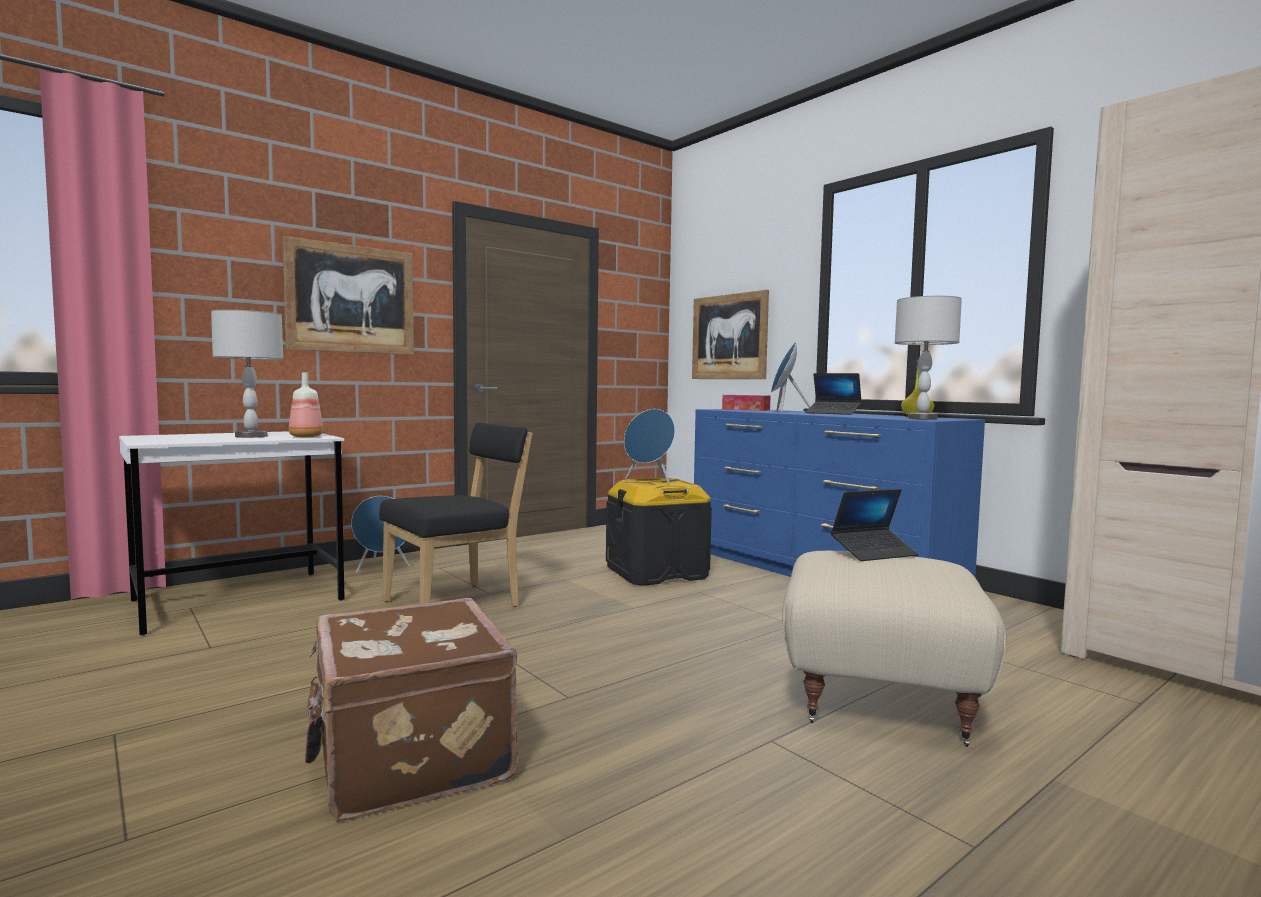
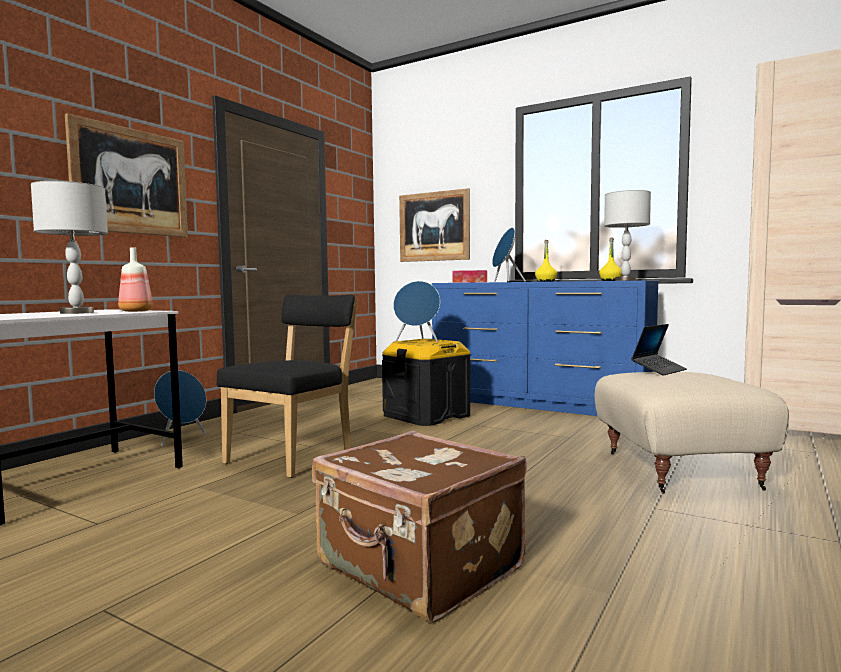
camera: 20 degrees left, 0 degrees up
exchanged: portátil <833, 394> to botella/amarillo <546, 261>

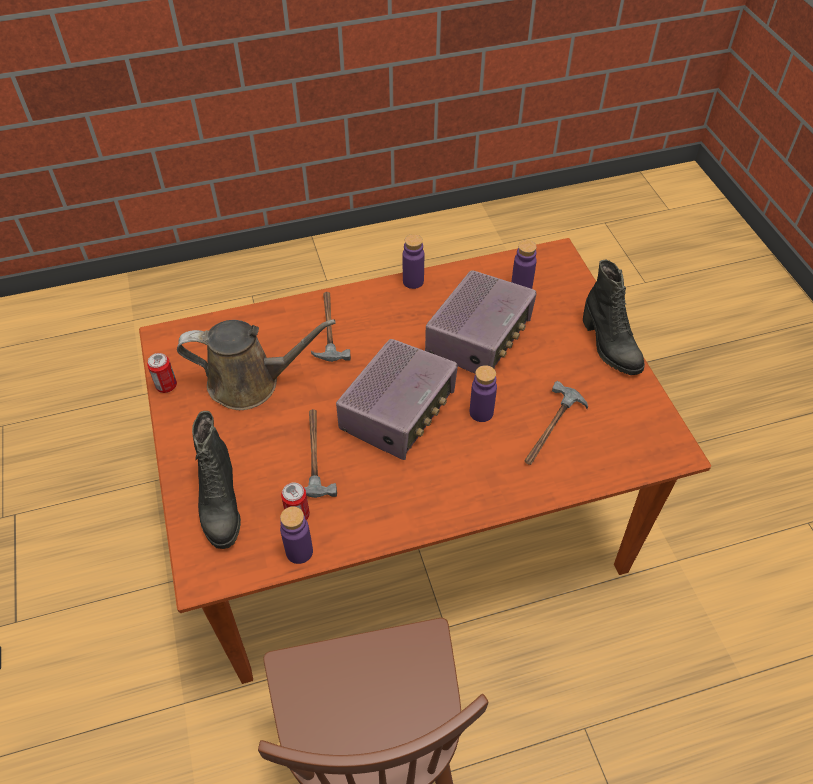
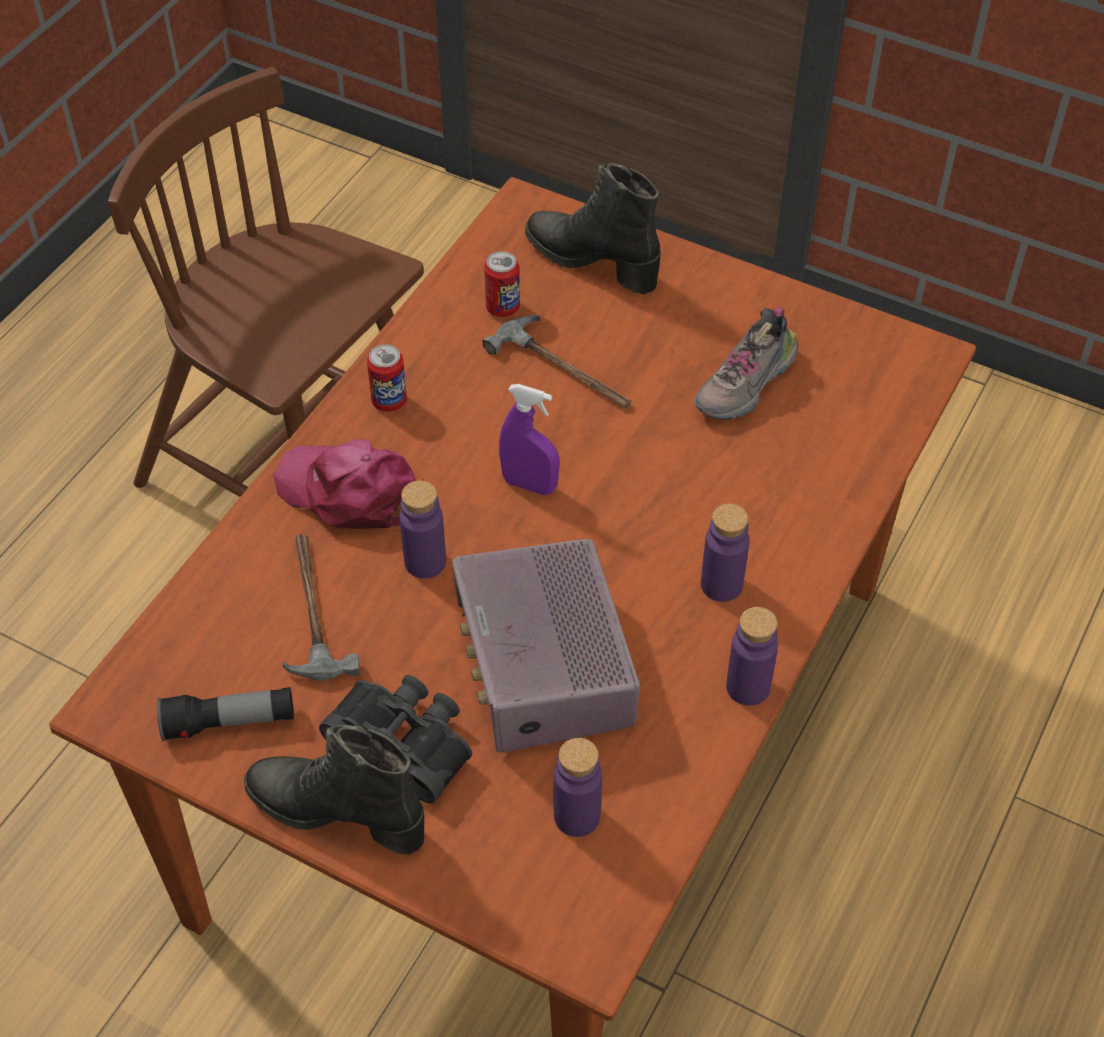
camera: 135 degrees right, 0 degrees up
missing: martillo <331, 327>
appeared: linterna <225, 714>; gorra/rosa <348, 484>; prismáticos/negro <395, 739>
relocated: lata <162, 373> to <387, 378>; botella/morado <296, 535> to <725, 553>
exchanged: regadera/marrón <256, 364> to zapato <746, 363>; radio <397, 399> to pulverizador/morado <529, 439>

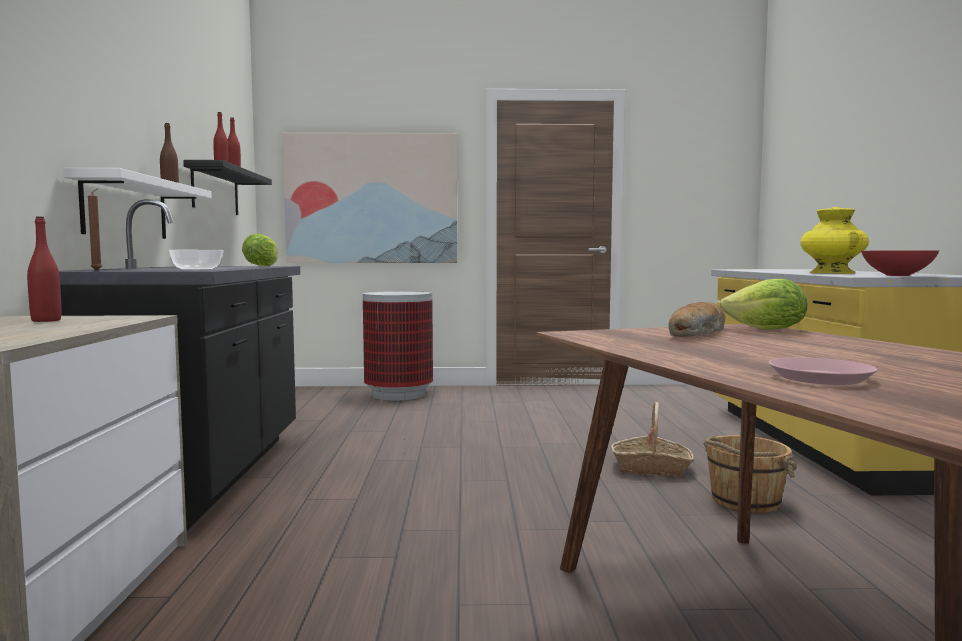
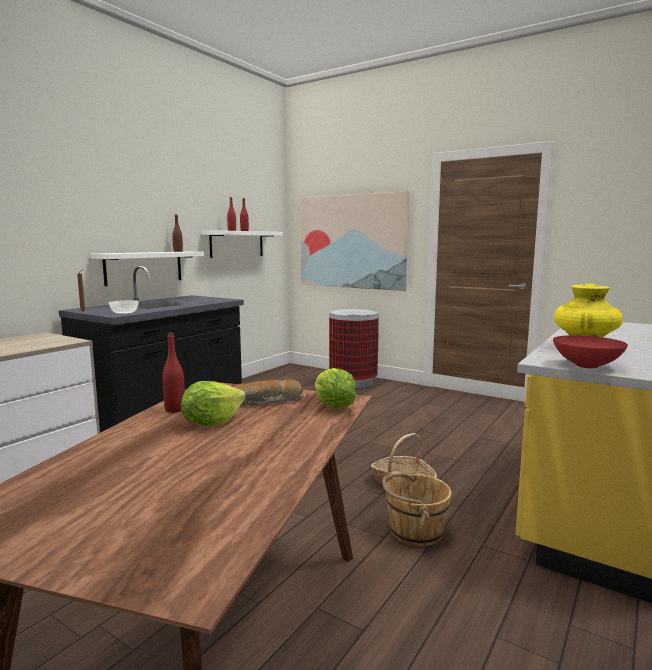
camera: 35 degrees right, 5 degrees up
missing: plato/rosa <823, 371>
relocated: botella/rojo <44, 269> to <173, 373>; lechuga <260, 250> to <213, 403>
colour: estante/negro <227, 187> to estante/blanco <242, 244>

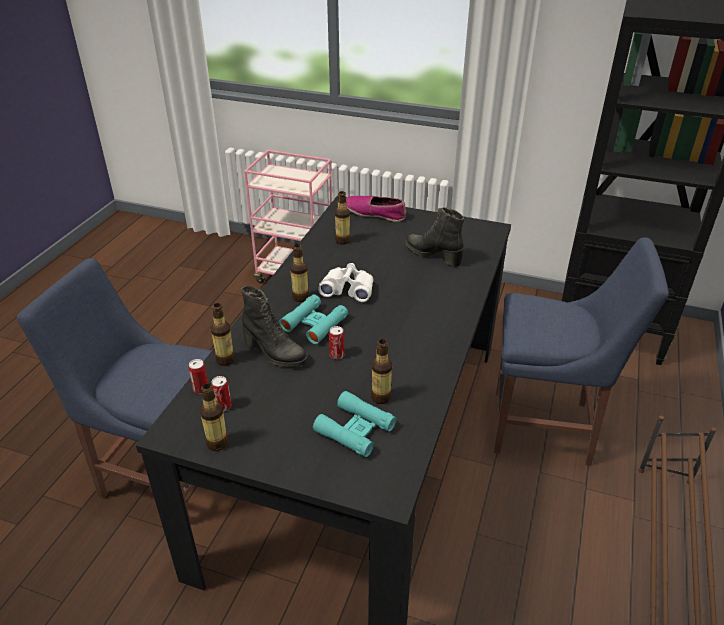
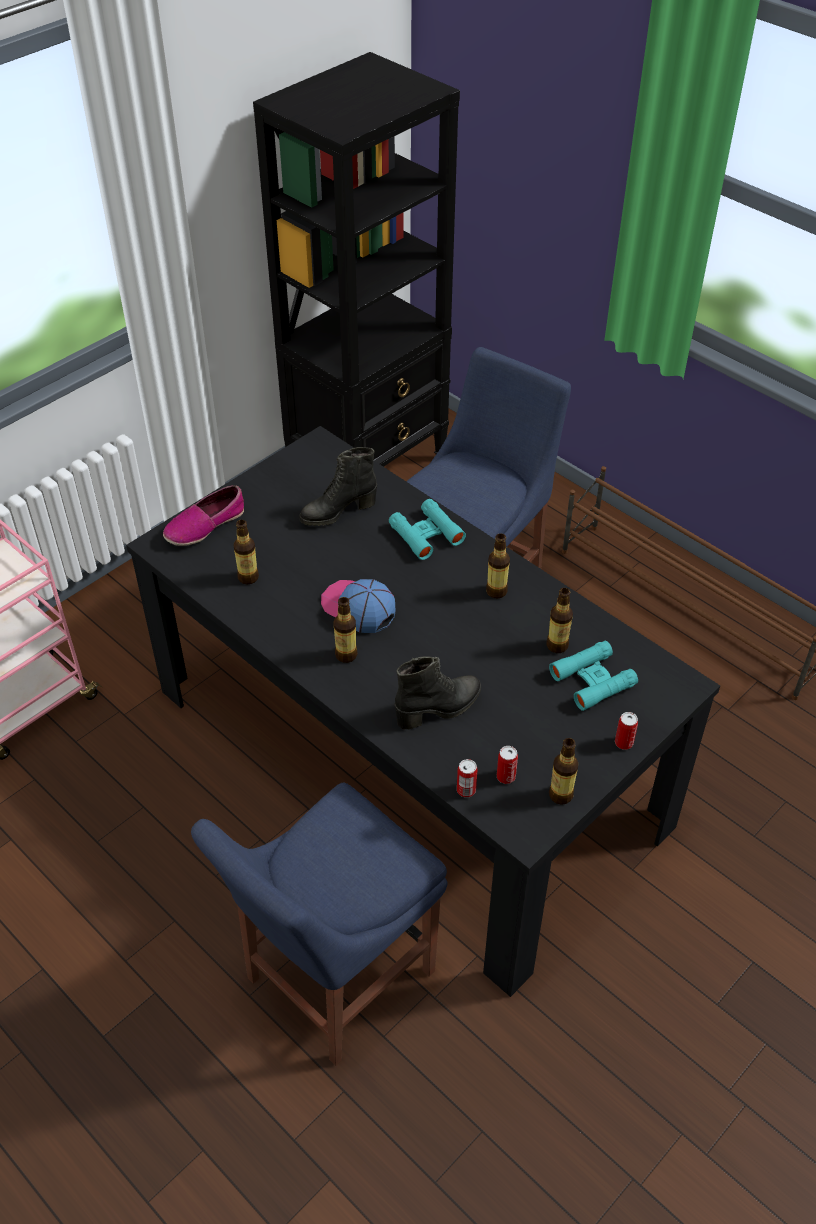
camera: 65 degrees left, 10 degrees up
relocated: botella <223, 334> to <498, 566>; prismáticos/turquesa <313, 319> to <427, 529>; lata <337, 342> to <626, 731>
exchanged: prismáticos/blanco <346, 282> to gorra <358, 606>

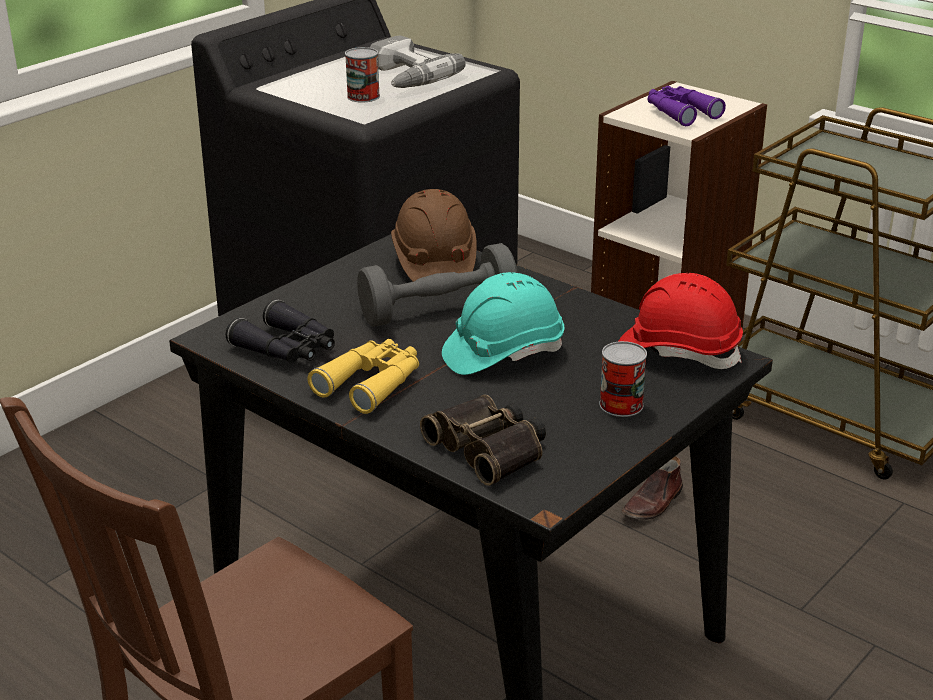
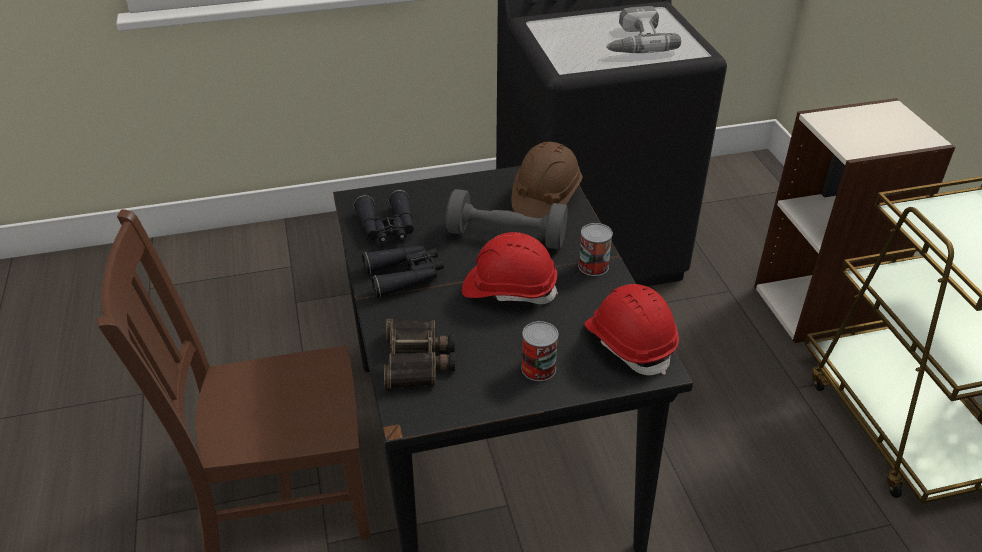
camera: 35 degrees right, 10 degrees up
missing: zapato/marrón <652, 488>; prismáticos/morado <687, 106>
relocated: lata <362, 74> to <595, 249>
colour: prismáticos/amarillo <363, 376> to prismáticos/negro <403, 271>; casco/turquesa <503, 323> to casco/rojo <510, 268>

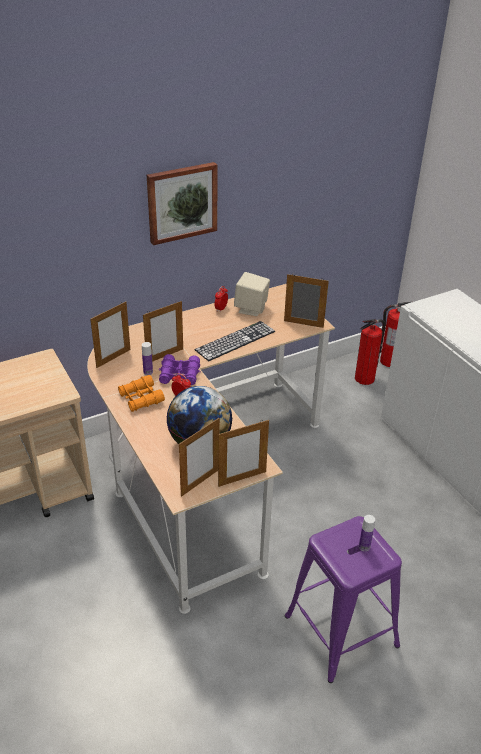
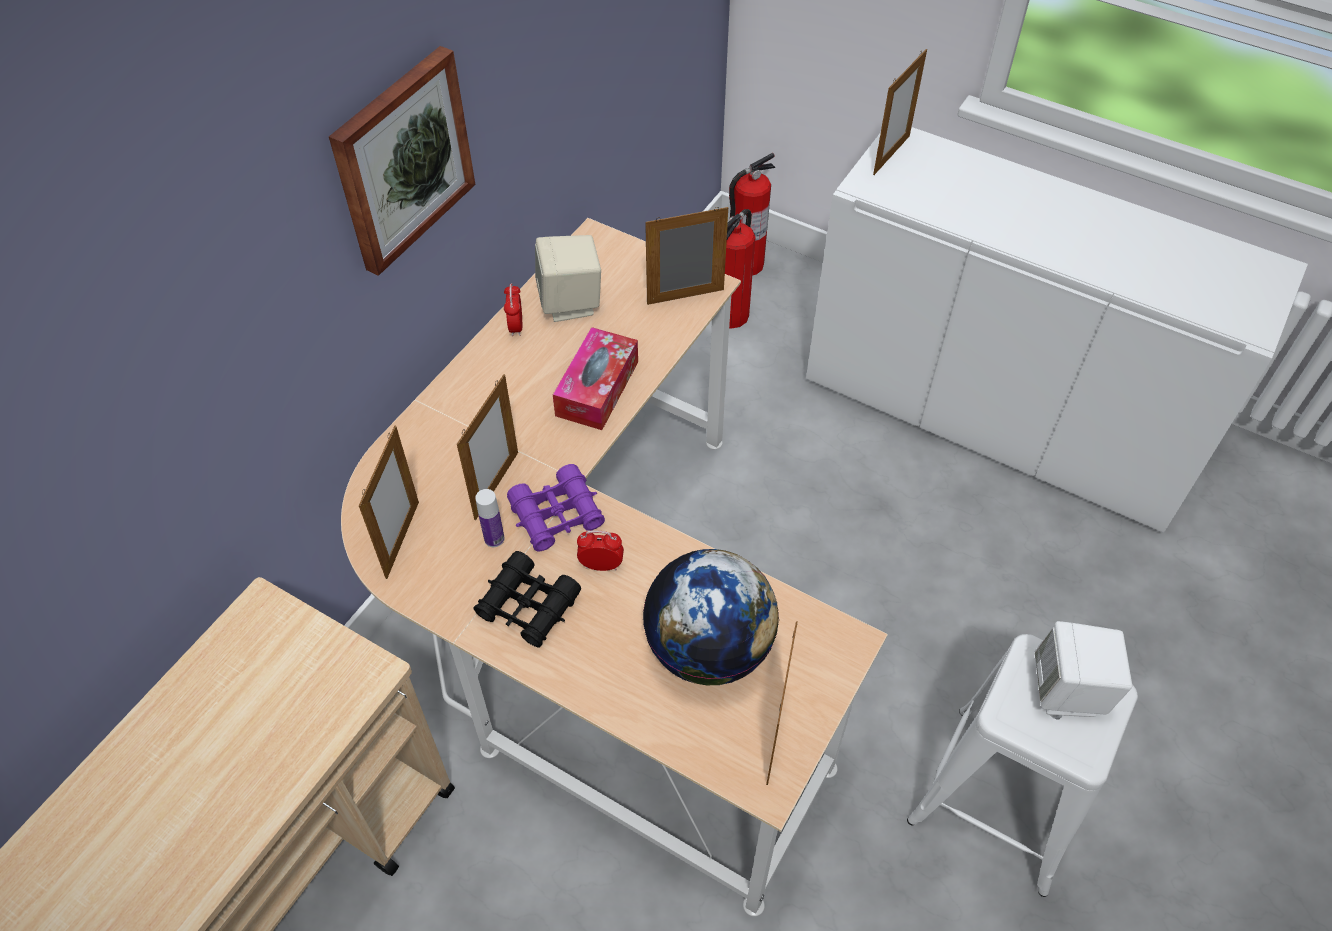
camera: 30 degrees left, 15 degrees up
relocated: portarretratos <243, 453> to <900, 112>
exchanged: teclado <235, 341> to caja de pañuelos <595, 378>; botella <367, 533> to altavoz/blanco <1083, 669>
colour: prismáticos/naranja <141, 393> to prismáticos/negro <527, 599>; taburete/morado <343, 599> to taburete/blanco <1022, 765>

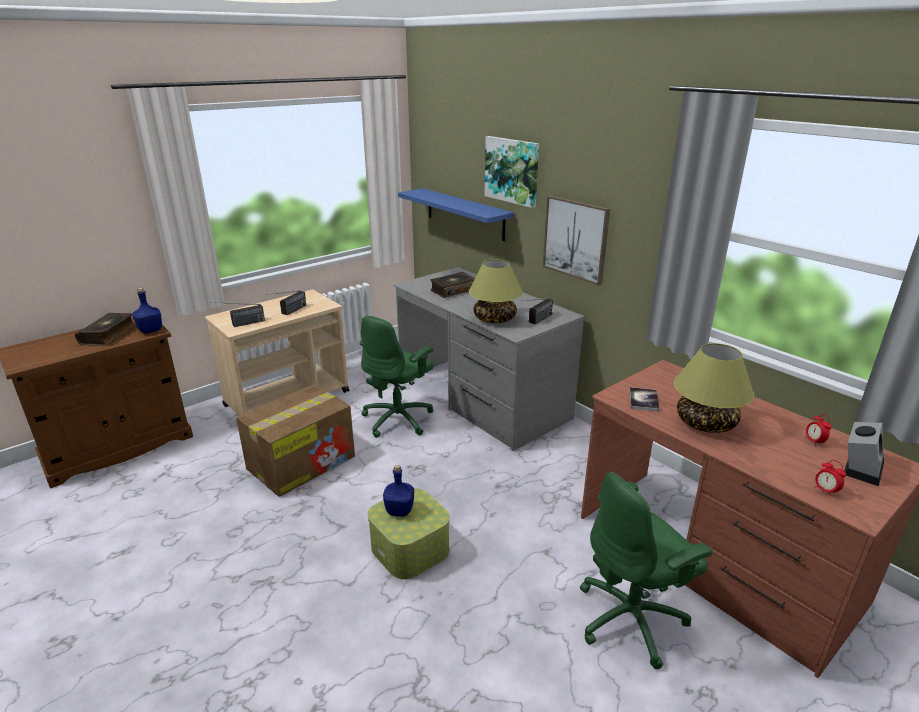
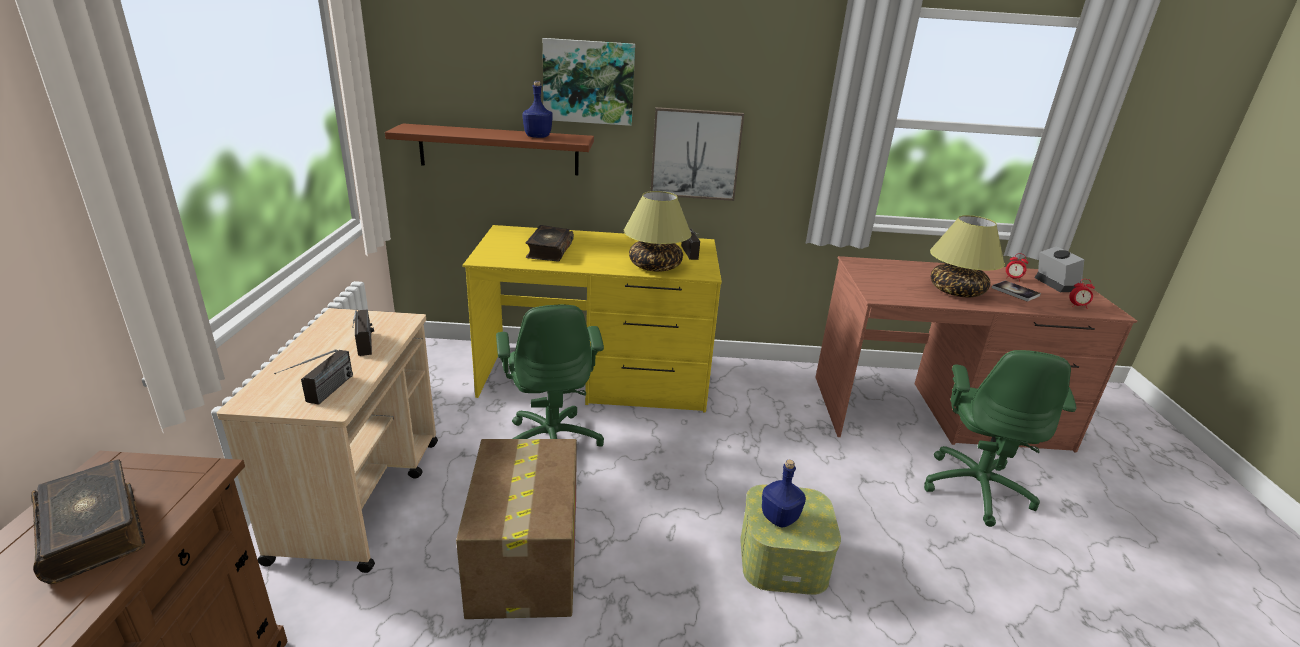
camera: 50 degrees left, 0 degrees up
relocated: botella/azul <147, 310> to <538, 109>; libro <644, 399> to <1016, 291>
colour: escritorio/gris <488, 359> to escritorio/amarillo <592, 319>; estante/azul <456, 214> to estante/marrón <489, 149>

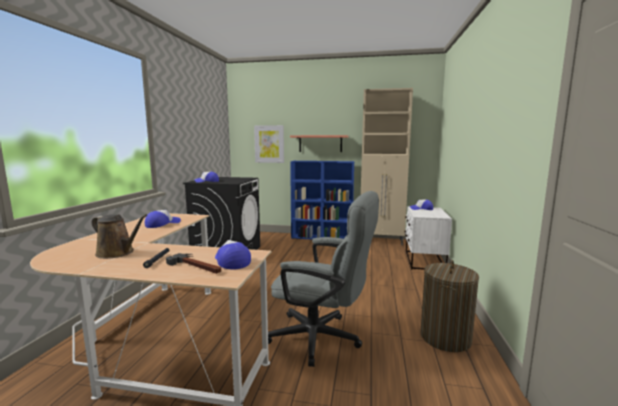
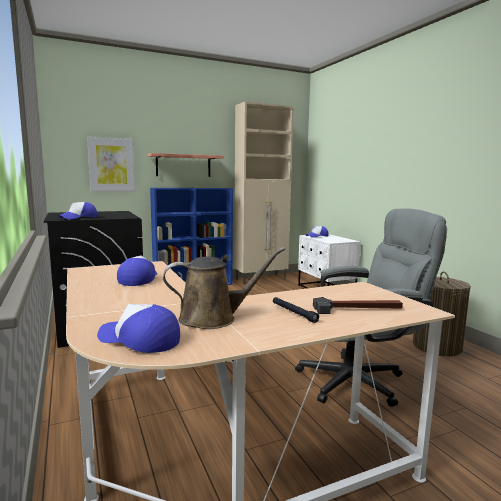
camera: 35 degrees left, 0 degrees up
relocated: gorra <233, 254> to <138, 328>

